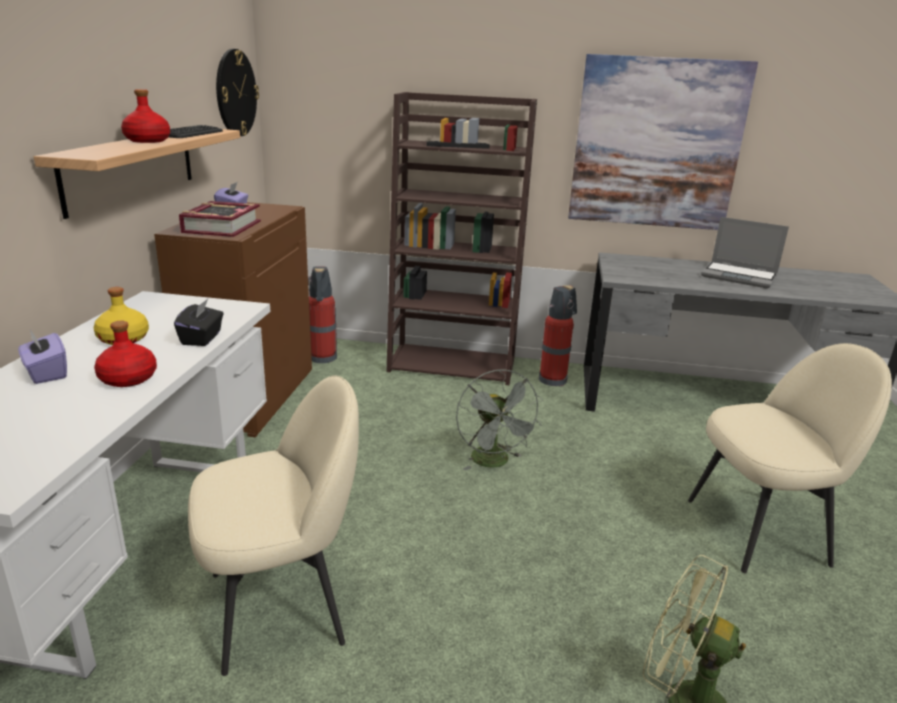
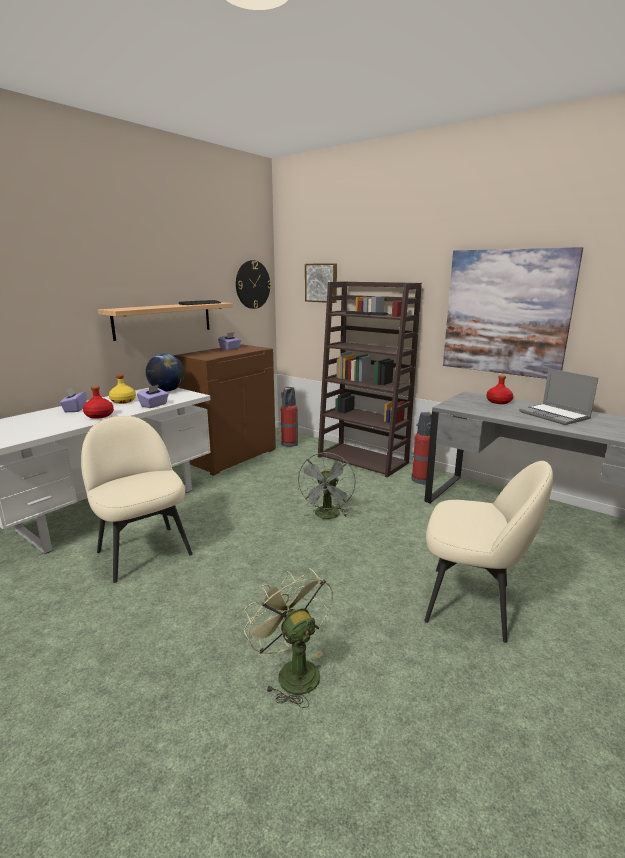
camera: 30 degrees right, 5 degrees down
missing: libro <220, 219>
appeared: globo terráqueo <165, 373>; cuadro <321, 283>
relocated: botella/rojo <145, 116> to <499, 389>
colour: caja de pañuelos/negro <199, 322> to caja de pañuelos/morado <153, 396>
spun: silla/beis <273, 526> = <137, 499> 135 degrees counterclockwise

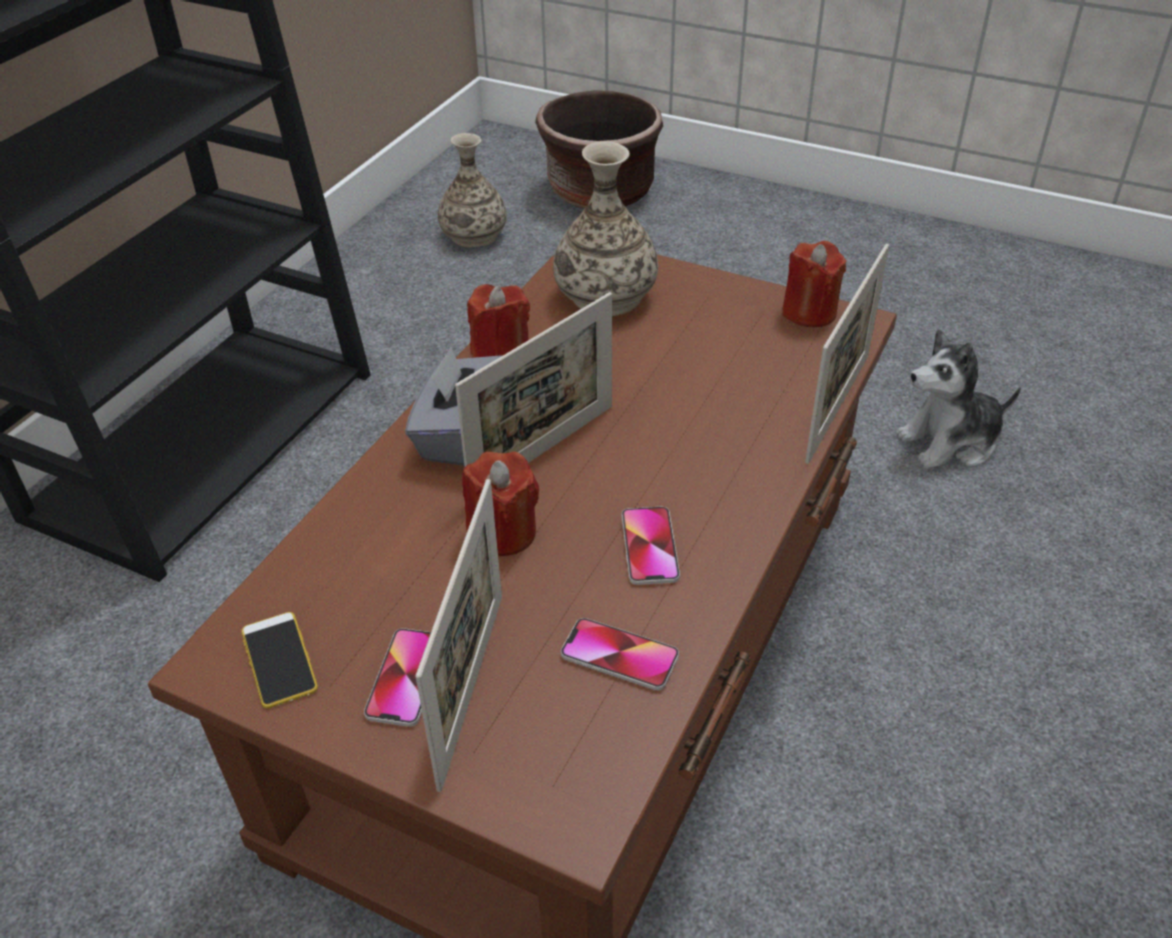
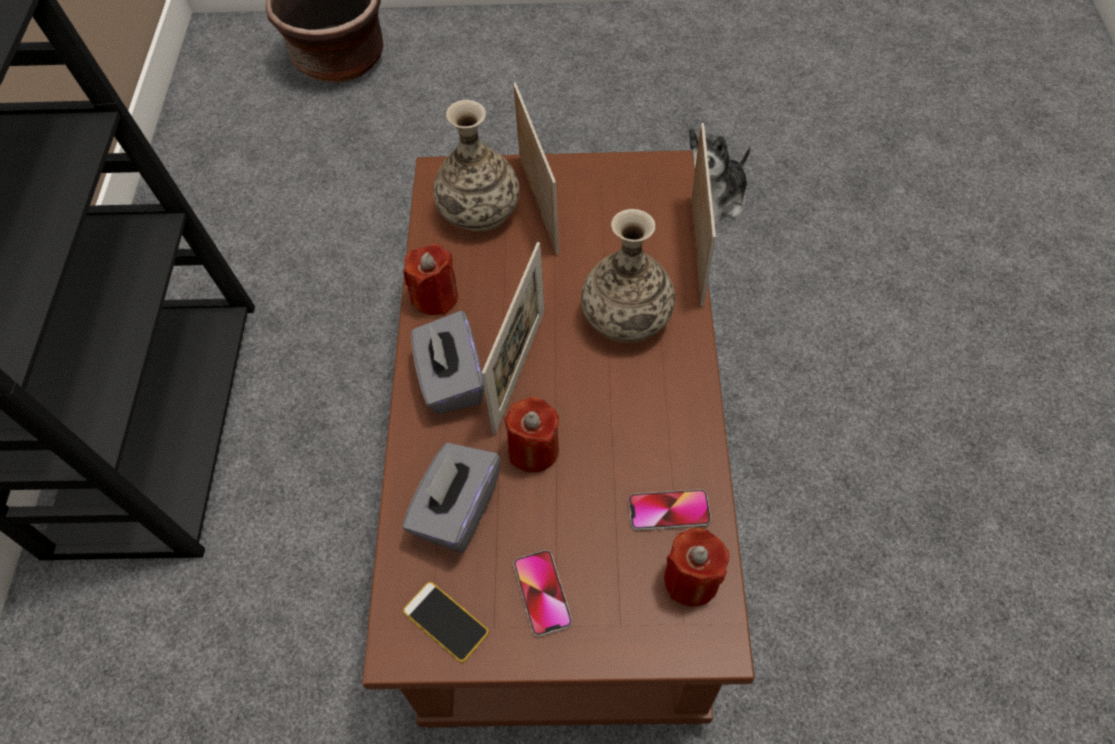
camera: 25 degrees left, 15 degrees up
missing: móvil <651, 546>
appeared: caja de pañuelos/gris <451, 498>
relocated: portarretratos <458, 635> to <536, 168>; florero <472, 190> to <628, 275>; vela/rojo <814, 284> to <697, 567>

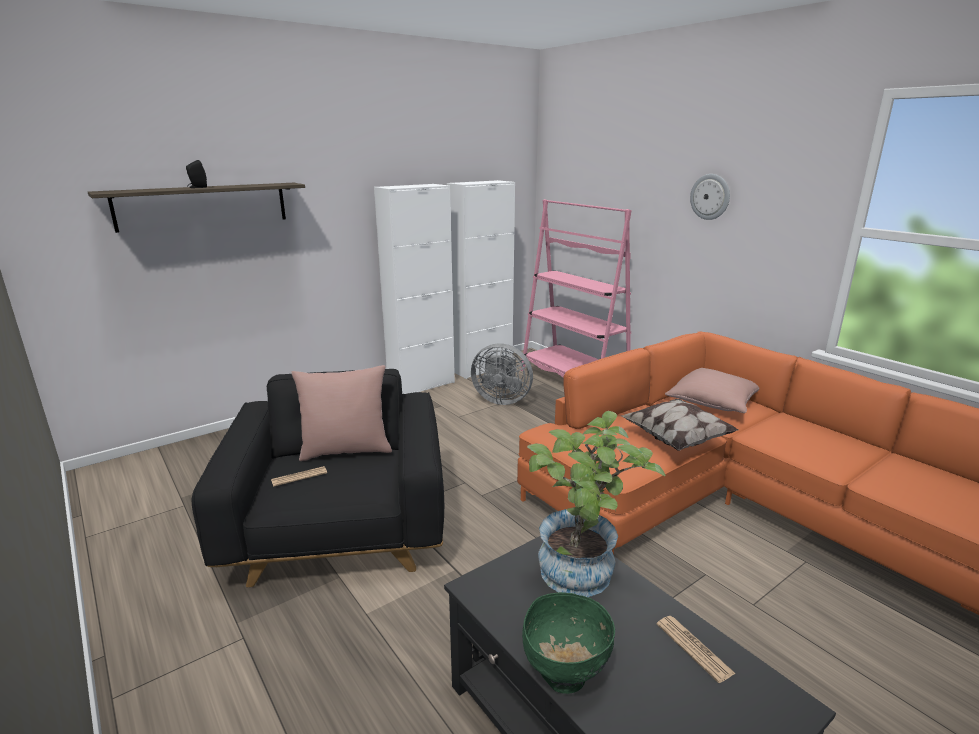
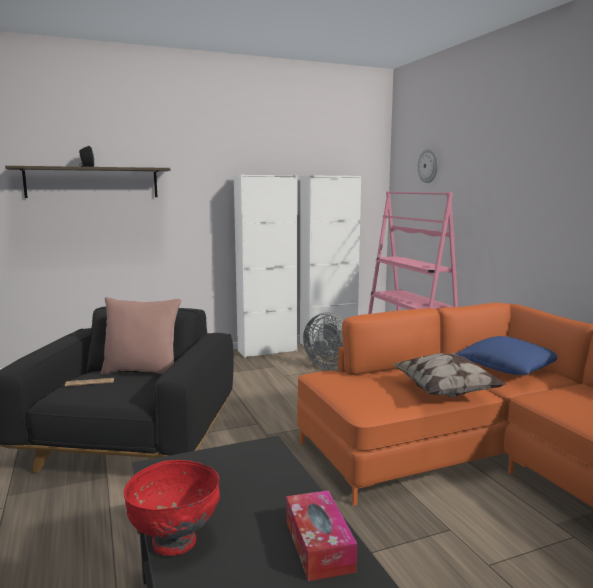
camera: 15 degrees right, 10 degrees down
missing: planta en maceta <596, 504>
relocated: reloj de pared <710, 197> to <428, 166>
exchanged: periódico <696, 649> to caja de pañuelos <321, 535>
colour: cuenco/verde <568, 643> to cuenco/rojo <171, 508>; cojín/rosa <712, 390> to cojín/azul <506, 355>

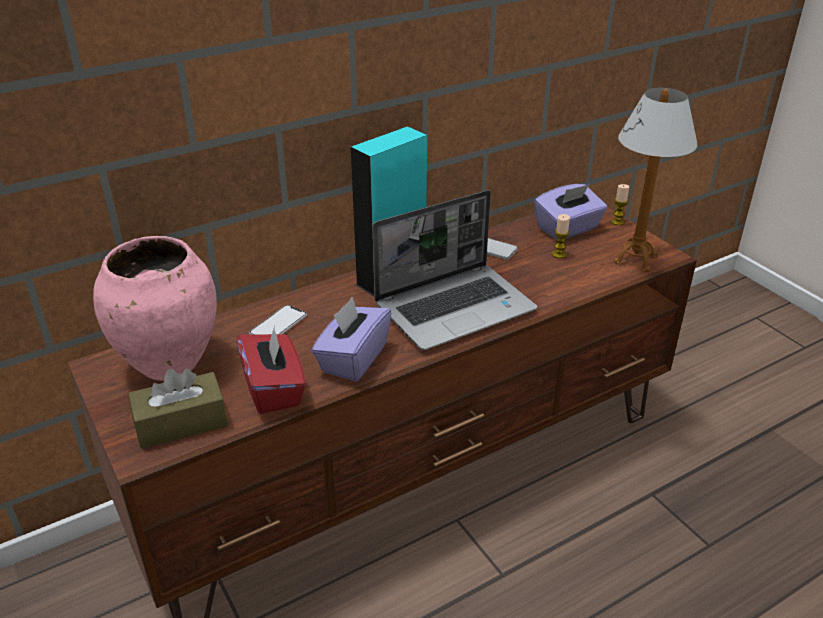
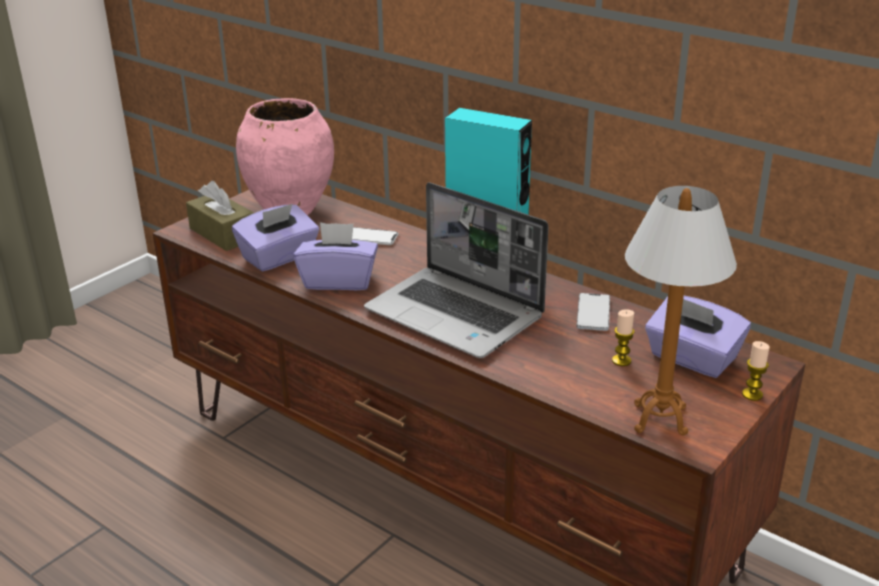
camera: 70 degrees right, 5 degrees down
colour: caja de pañuelos/rojo <271, 370> to caja de pañuelos/morado <275, 238>

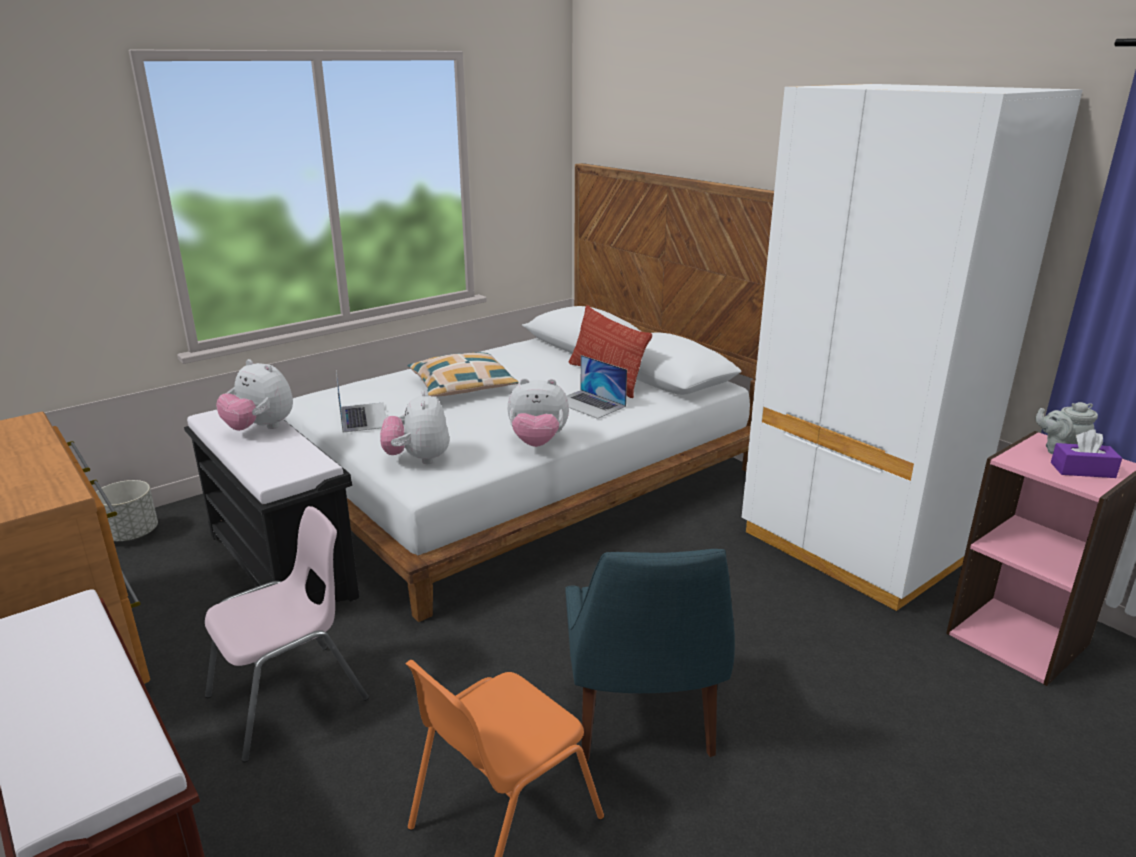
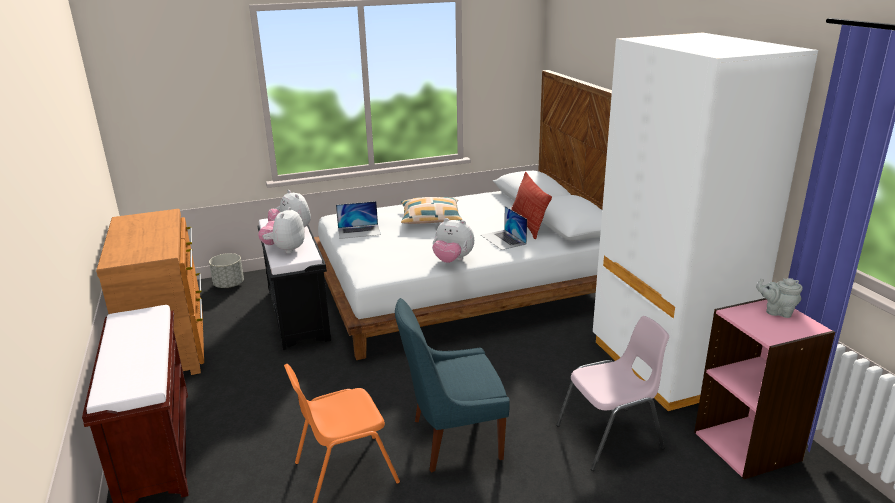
camera: 20 degrees right, 0 degrees up
missing: caja de pañuelos/morado <1086, 453>
relocated: silla/rosa <287, 634> to <612, 393>; peluche <414, 427> to <281, 230>
spun: portátil <361, 401> = <358, 220> 75 degrees clockwise; silla/azul <650, 655> = <452, 385> 60 degrees clockwise

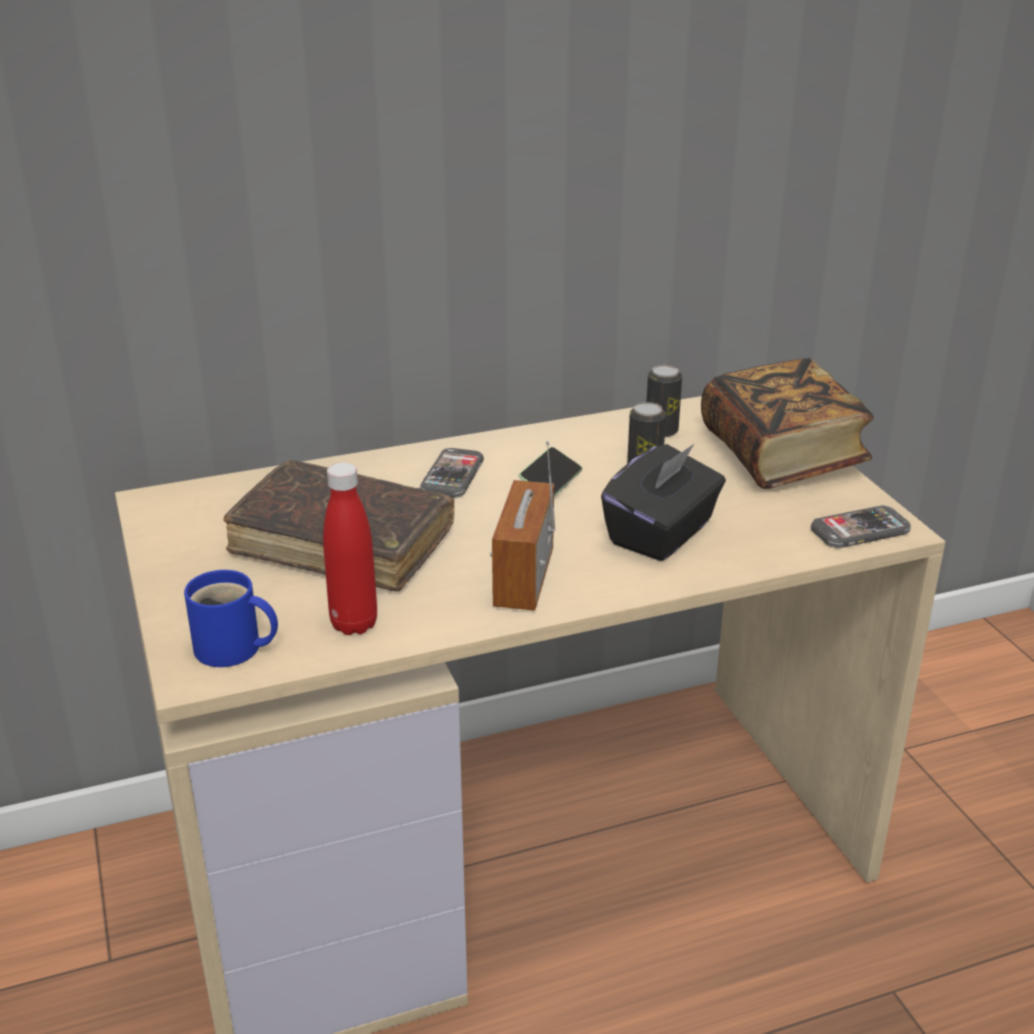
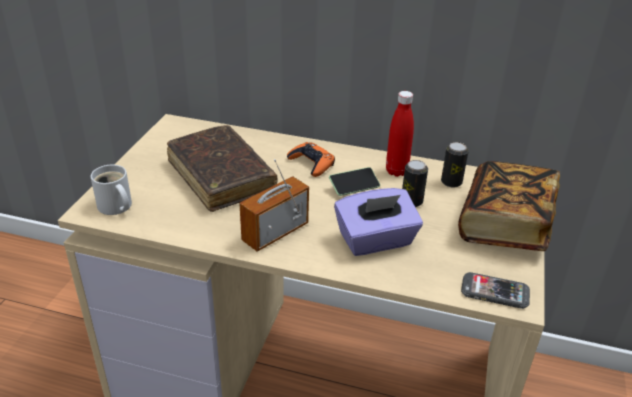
camera: 35 degrees right, 5 degrees up
relocated: botella/rojo <350, 548> to <400, 134>
exchanged: móvil <452, 473> to mando de consola/naranja <311, 159>
colour: taza grande/azul <231, 618> to taza grande/blanco <111, 190>; caja de pañuelos/negro <663, 502> to caja de pañuelos/morado <378, 222>

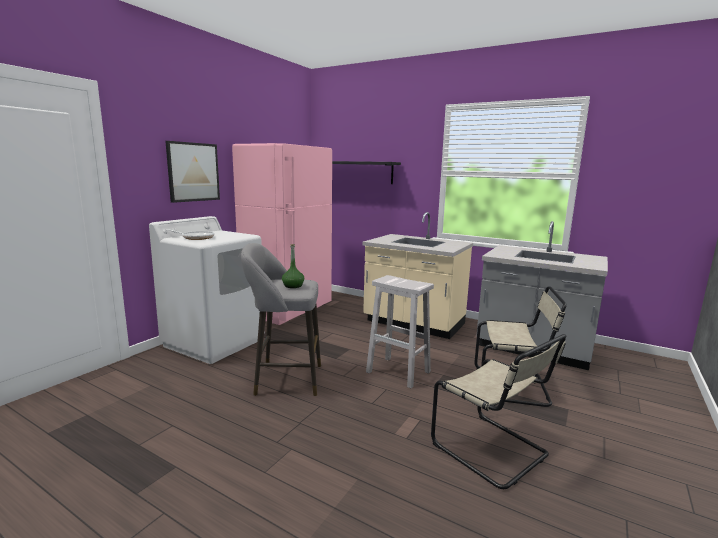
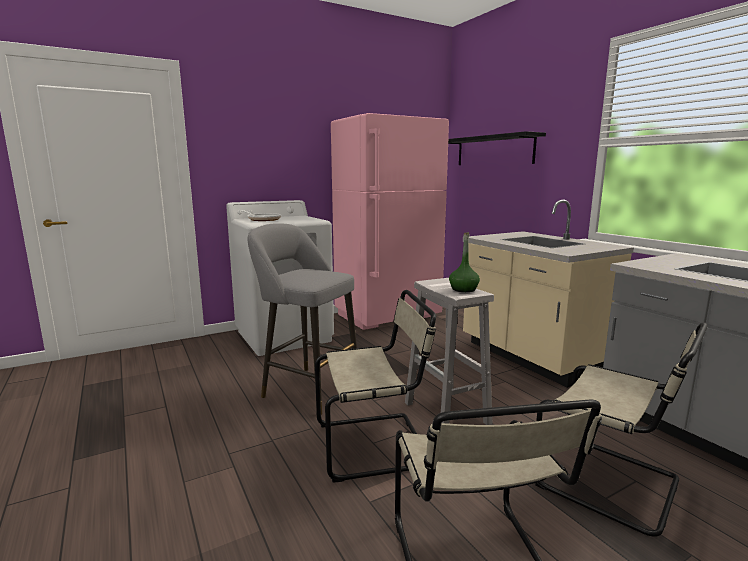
camera: 30 degrees right, 0 degrees up
missing: cuadro <192, 172>
appeared: silla/beis <375, 386>
relocated: botella/verde <293, 266> to <464, 262>

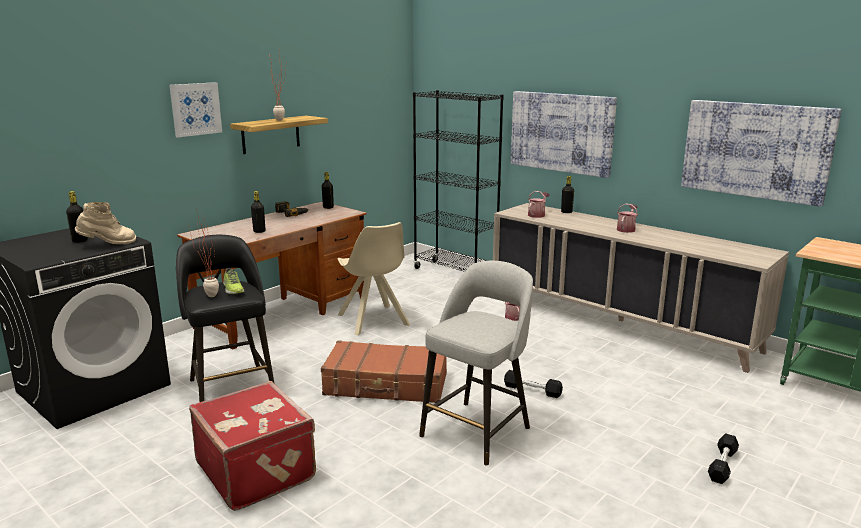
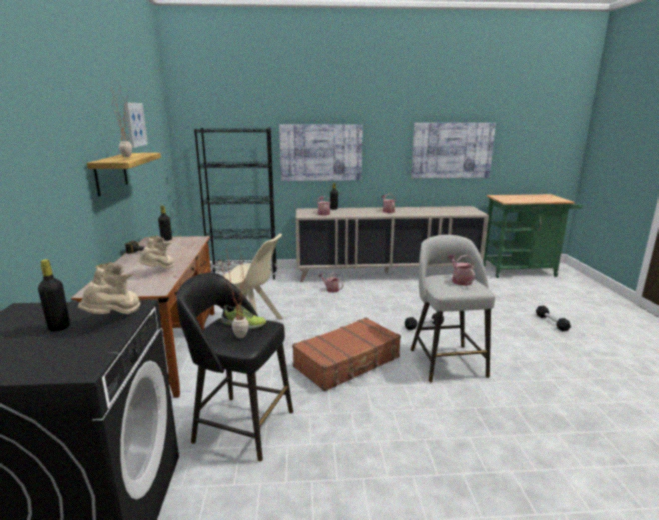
camera: 45 degrees left, 0 degrees up
missing: maleta/rojo <252, 446>
appeared: regadera <461, 270>
relocated: cuadro <195, 109> to <136, 125>
exchanged: botella/negro <258, 212> to bota/beis <156, 252>

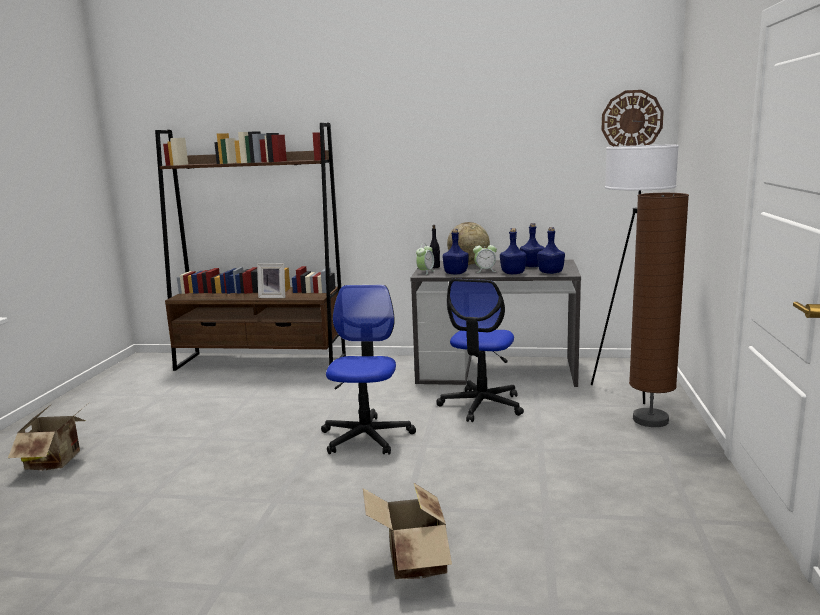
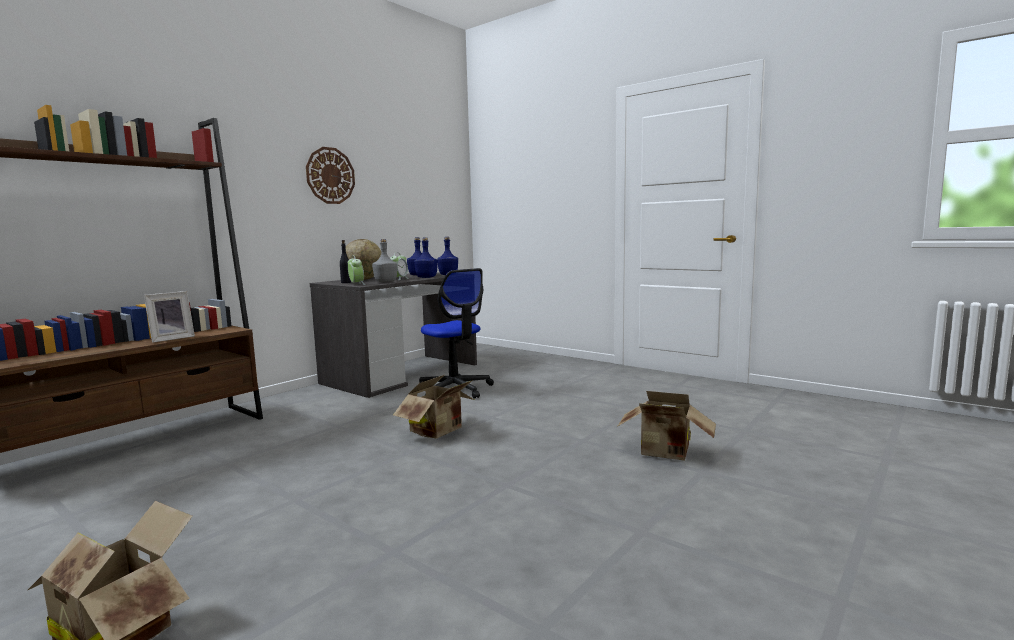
camera: 60 degrees left, 5 degrees down
missing: lámpara de pie/blanco <635, 274>; lámpara de pie/marrón <659, 310>
relocated: reloj de pared <632, 118> to <330, 175>
exchanged: silla de oficina <368, 370> to caja de cartón <433, 406>
colour: botella/azul <456, 251> to botella/gris <384, 260>

